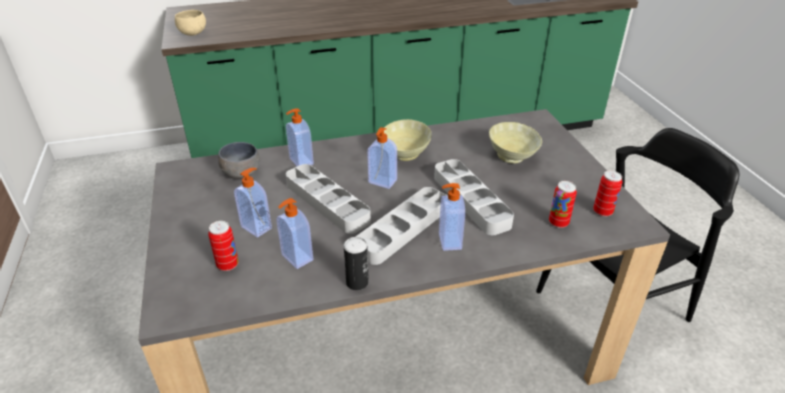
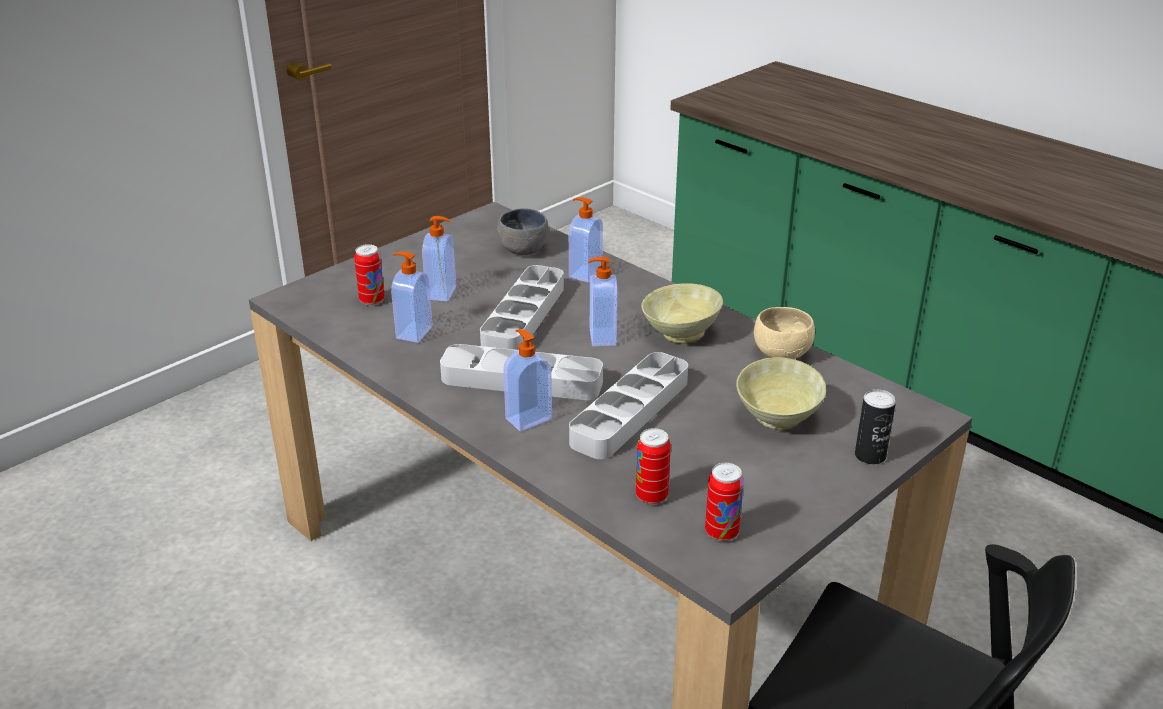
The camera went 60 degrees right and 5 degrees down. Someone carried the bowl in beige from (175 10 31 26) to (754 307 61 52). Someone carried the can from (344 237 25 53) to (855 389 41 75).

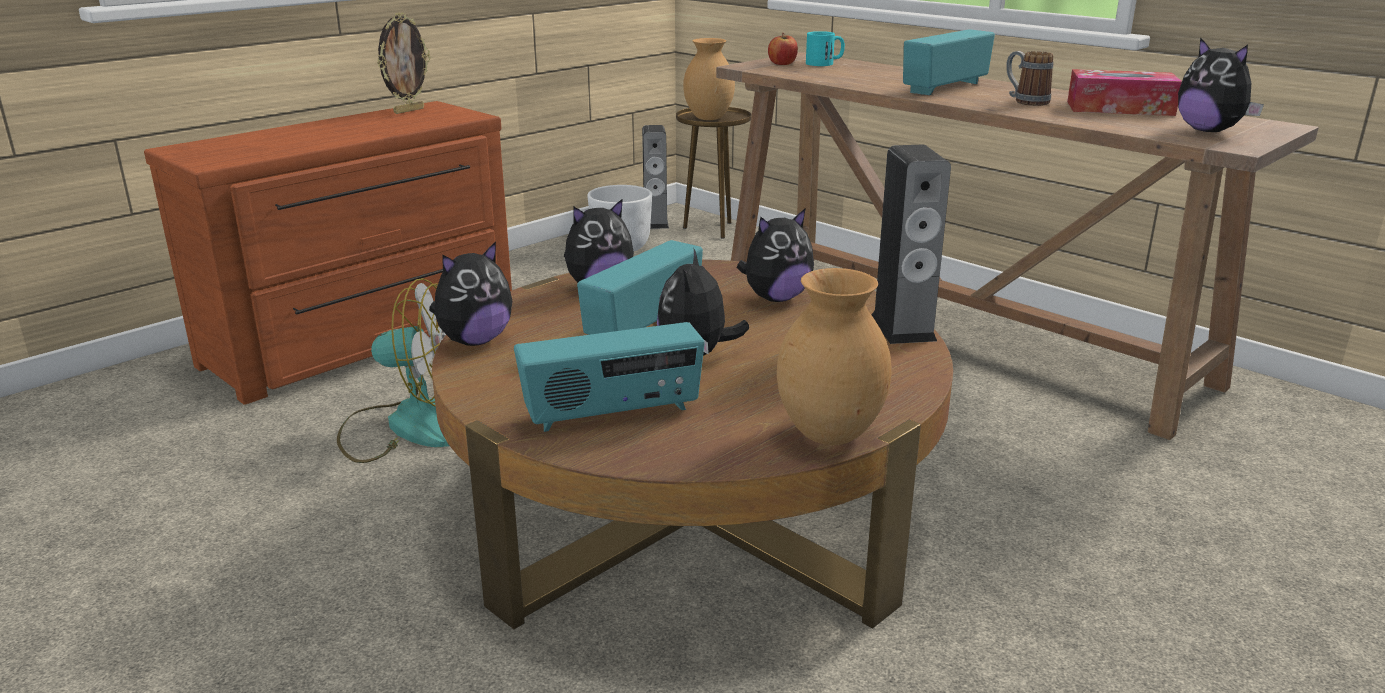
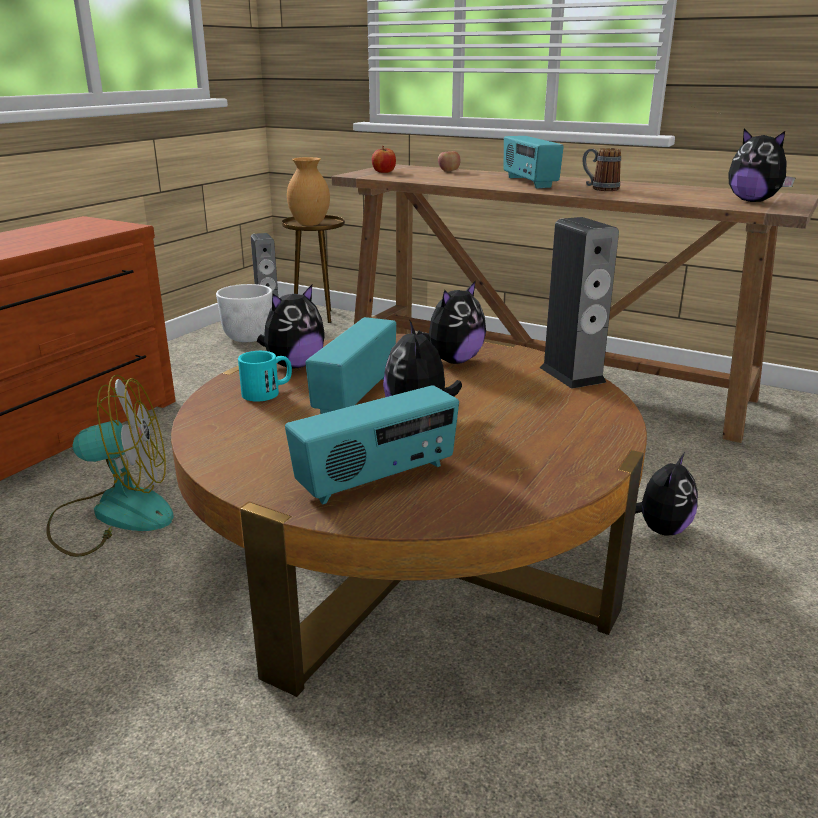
The camera went 15 degrees left and 0 degrees up. Someone took away the picture frame at (377 12 54 102). Someone took away the vase in brown at (777 268 115 177). Someone took away the tissue box at (1067 69 115 47). Someone put down the apple at (438 151 23 21). Someone carried the plush toy from (429 241 83 105) to (635 453 63 83). Someone carried the mug in turquoise from (806 31 39 35) to (238 351 54 51). Someone rotated the radio at (903 29 92 66) by 45 degrees counterclockwise.

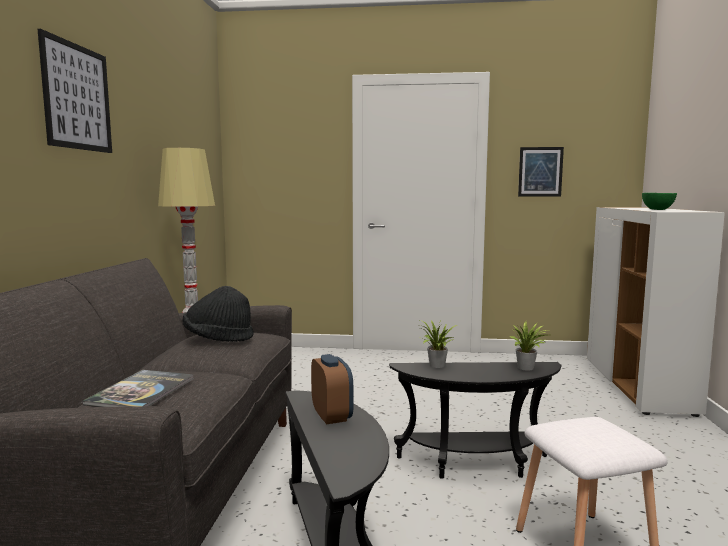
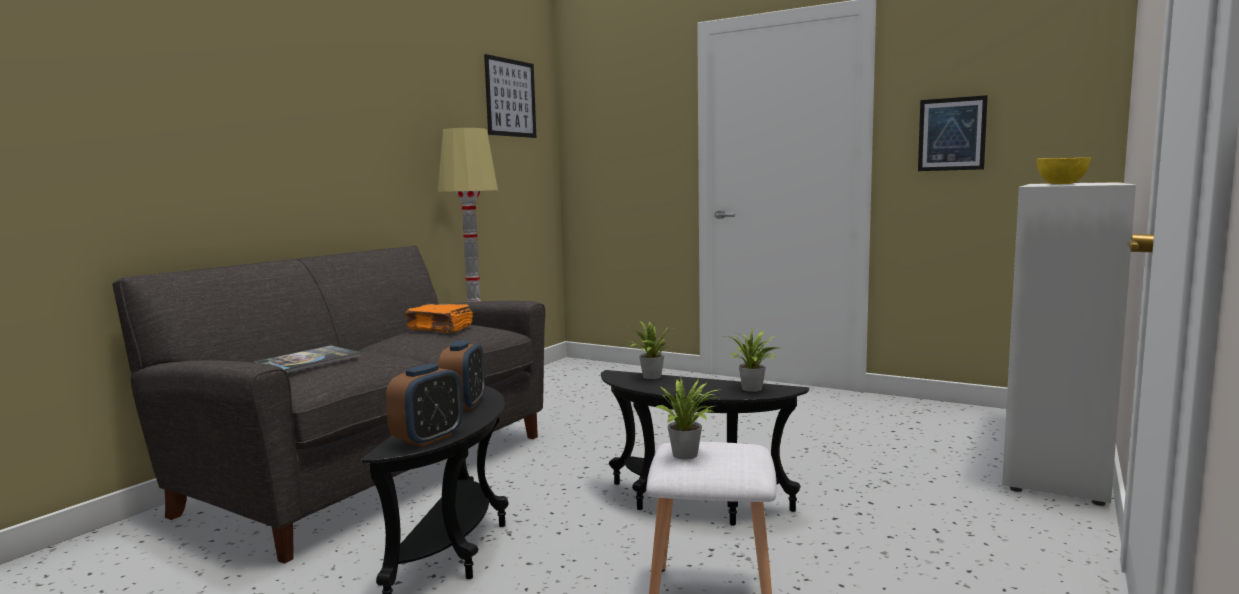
The camera went 25 degrees right and 0 degrees up. Someone put down the alarm clock at (386 363 77 84). Someone put down the potted plant at (656 378 66 81). Someone carried the picture from (38 29 74 124) to (484 54 52 84). Someone swapped the hat in black at (183 286 71 56) for the book in orange at (404 304 69 29). Someone repainted the bowl in green at (642 193 35 17), which became the bowl in yellow at (1036 157 55 27).

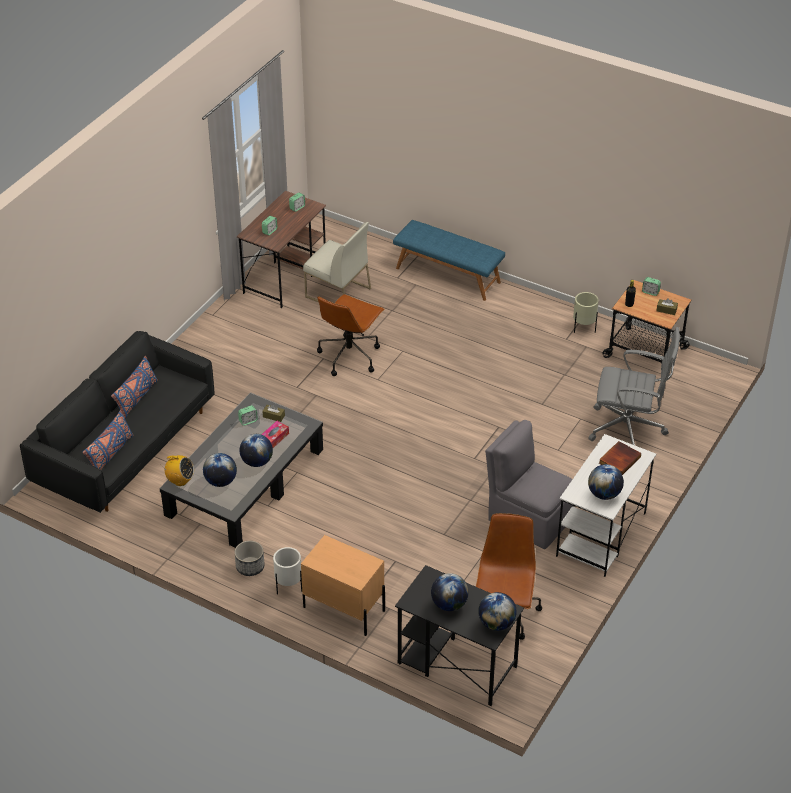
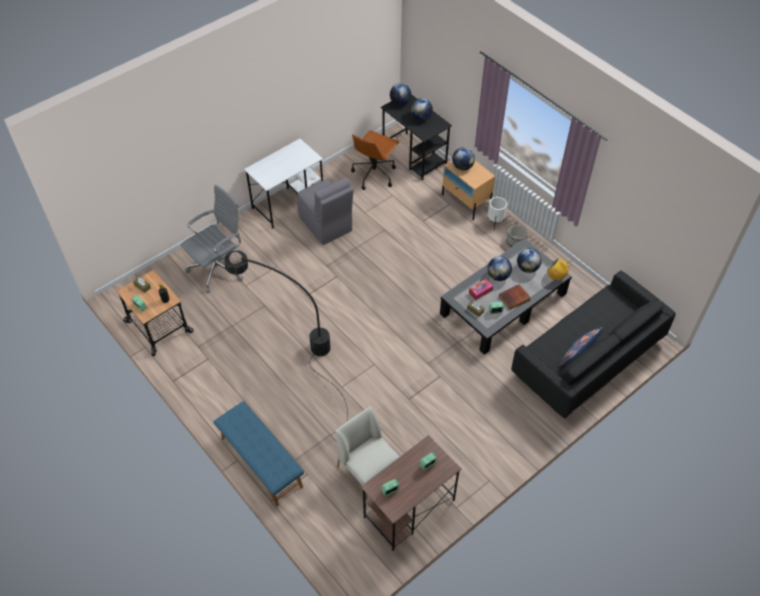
The camera went 160 degrees left and 10 degrees up. Someone took away the pillow in blue at (82 410 51 60). Someone took away the office chair in brown at (317 294 68 82). Someone took away the planter in beige at (573 292 26 41). Someone put down the floor lamp in black at (224 250 124 172). Someone carried the globe from (588 464 36 36) to (452 147 23 23). Someone carried the book from (599 441 42 34) to (499 284 32 26). Someone rotated the office chair in grey at (588 327 92 118) by 105 degrees clockwise.

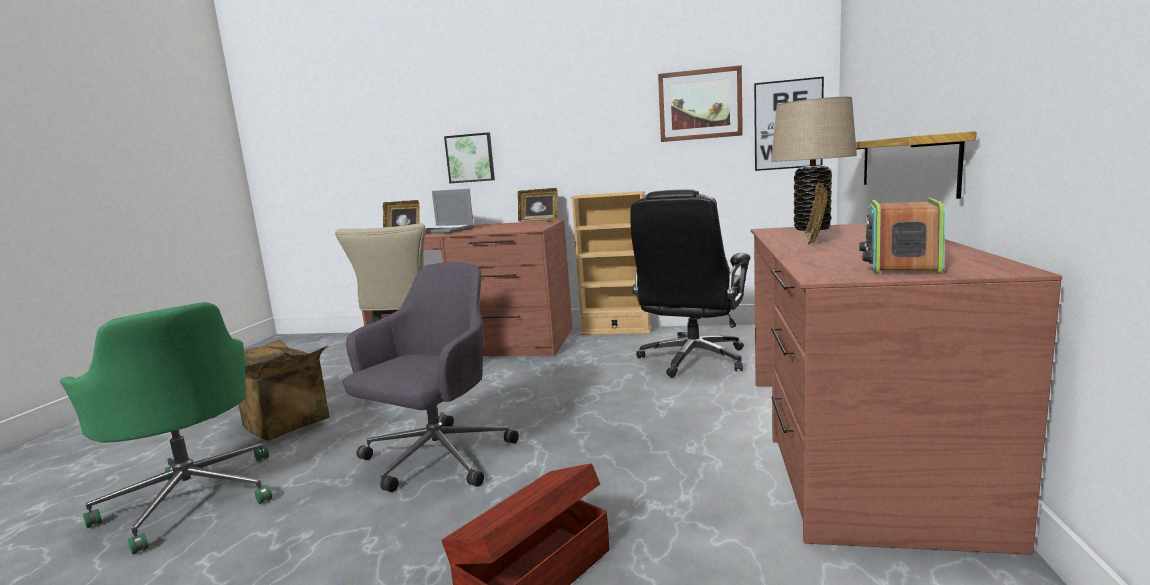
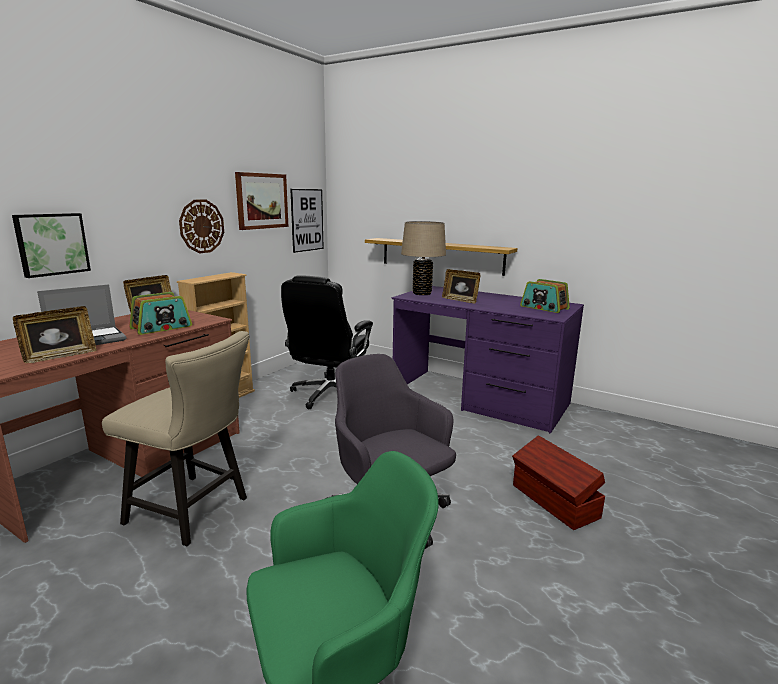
The camera went 70 degrees left and 5 degrees up. Someone took away the cardboard box at (238 340 92 101). Someone put down the radio at (129 292 63 43). Someone put up the wall clock at (179 200 45 54). Someone repainted the desk in brown at (751 223 311 332), which became the desk in purple at (392 286 192 148). Someone rotated the office chair in black at (630 189 121 189) by 60 degrees clockwise.

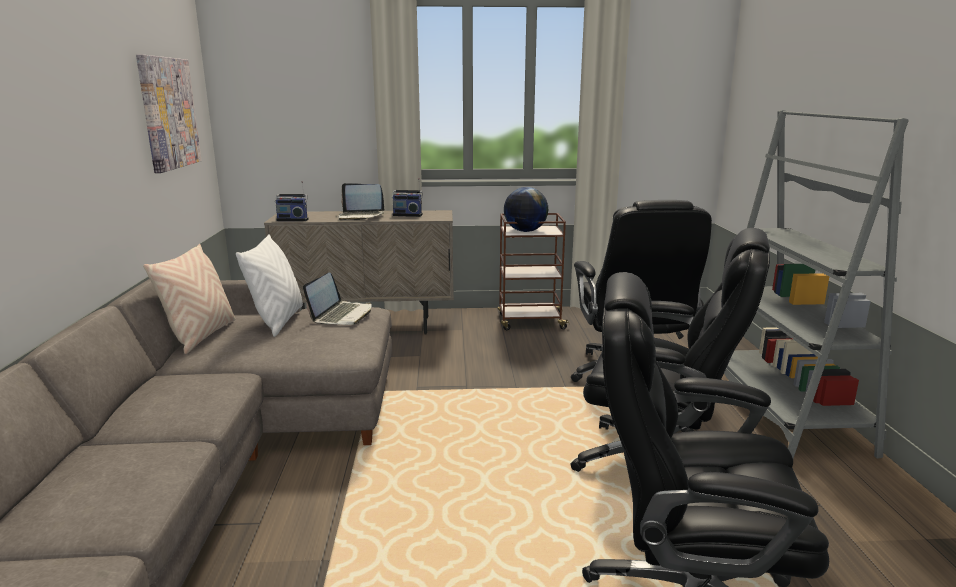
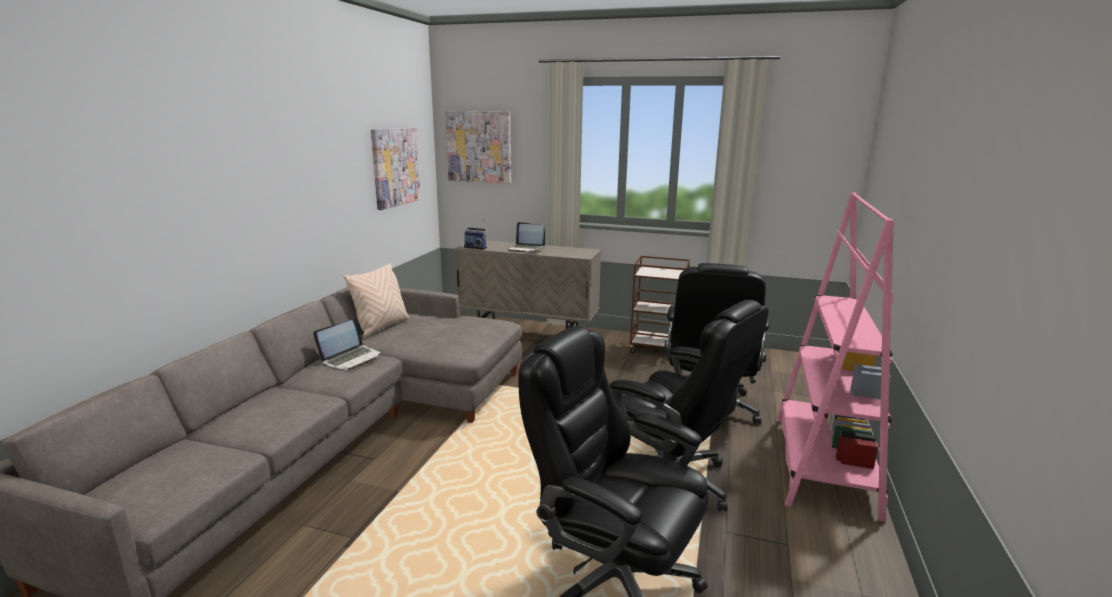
The camera went 20 degrees right and 0 degrees up. Someone took away the pillow in white at (236 234 67 103). Someone took away the radio at (392 178 31 39). Someone took away the globe at (504 187 44 45). Someone put up the picture at (445 111 66 72). Someone carried the laptop from (303 273 68 52) to (313 320 69 50). Someone repainted the bookcase in grey at (724 110 185 349), which became the bookcase in pink at (777 192 117 330).

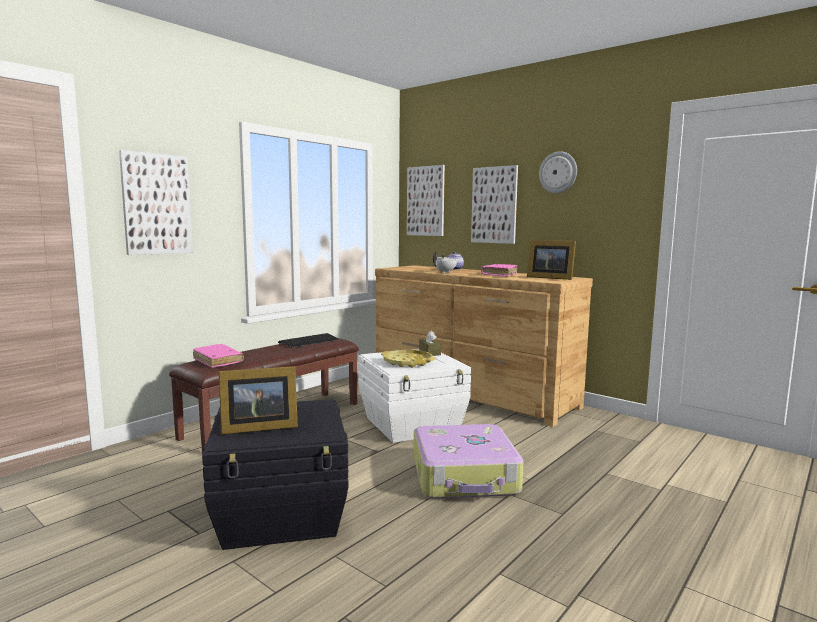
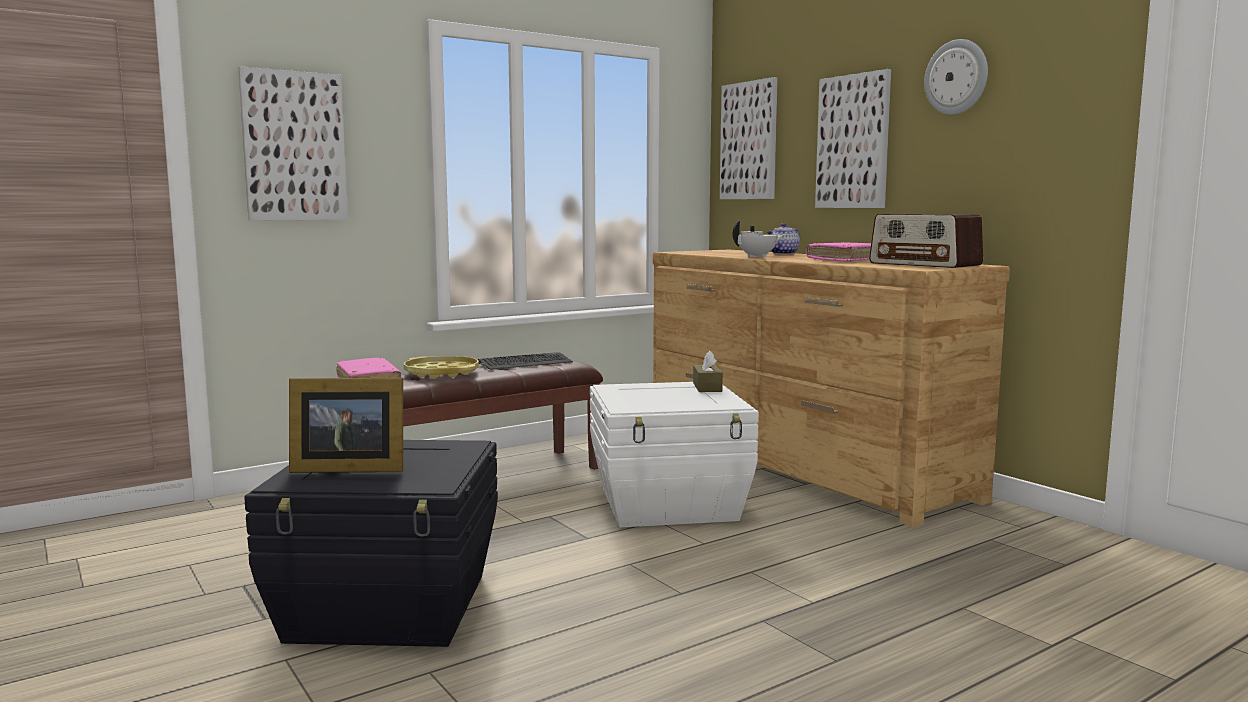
The camera went 15 degrees right and 0 degrees up. Someone took away the suitcase at (413 424 111 75). Someone carried the tray in yellow from (381 350 55 18) to (404 356 75 23). Someone swapped the picture frame at (527 240 49 40) for the radio at (869 214 114 54).

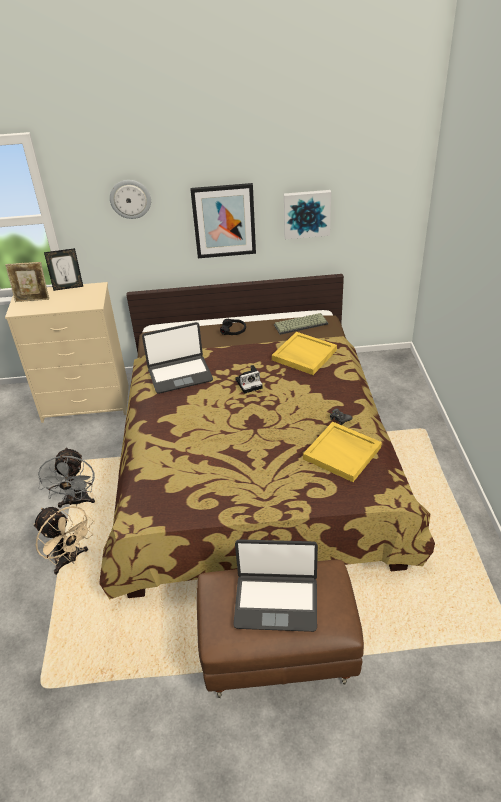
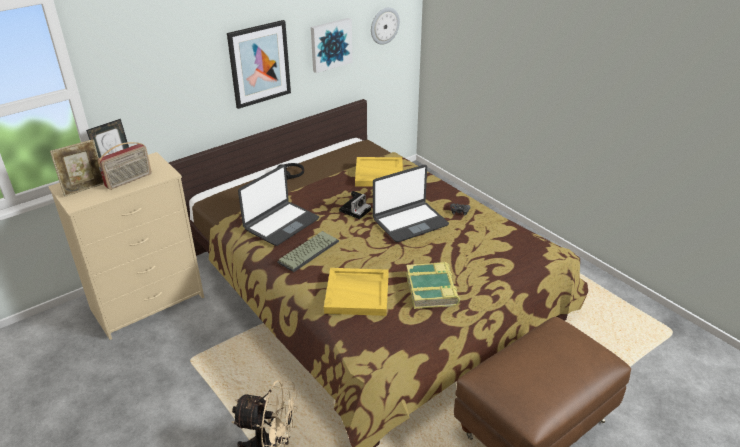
The camera went 35 degrees left and 5 degrees down. Someone took away the fan in grey at (38 447 57 61). Someone put down the radio at (98 142 54 48). Someone put down the book at (406 262 54 47). Someone carried the wall clock from (110 180 41 39) to (371 7 29 38). Someone carried the laptop from (233 539 85 93) to (373 165 76 77). Someone carried the keyboard from (274 313 54 22) to (277 231 62 41). Someone carried the tray in yellow from (303 422 79 60) to (324 268 65 48).

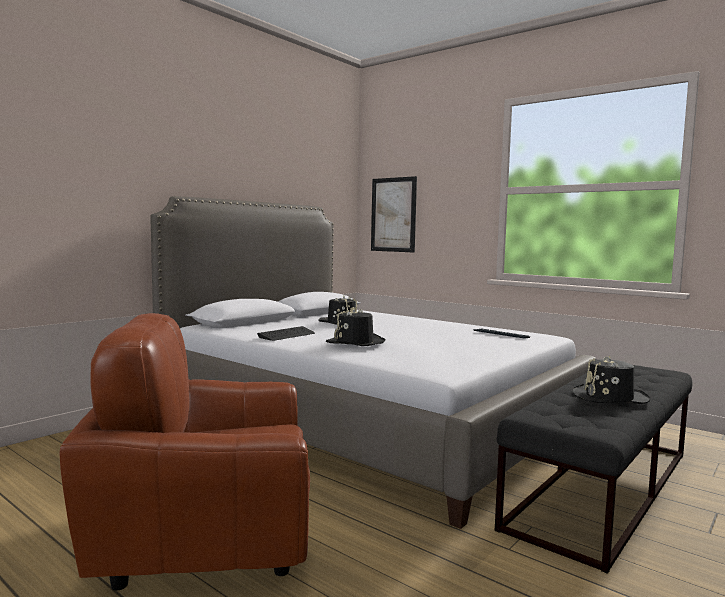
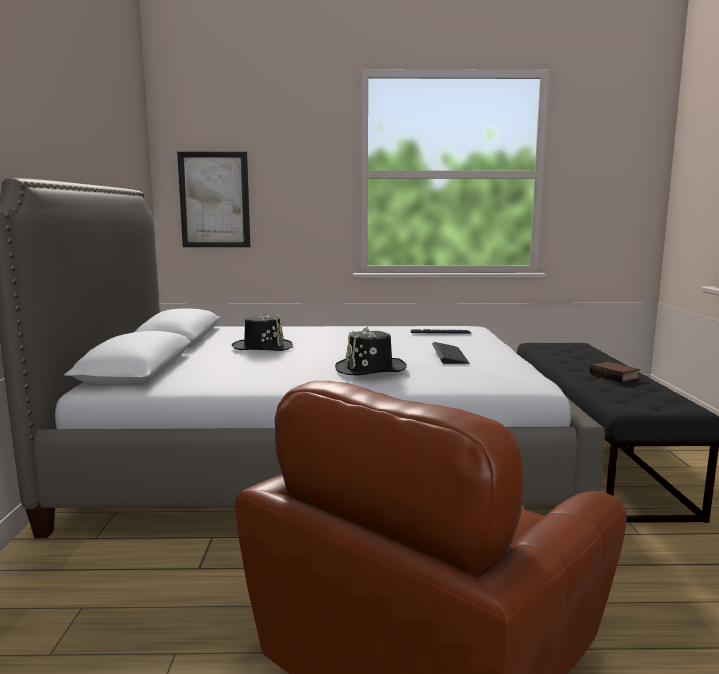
The camera went 40 degrees left and 5 degrees up. Someone carried the keyboard from (257 326 58 15) to (432 342 38 22). Someone swapped the hat in black at (573 355 77 49) for the book at (590 361 50 21).

